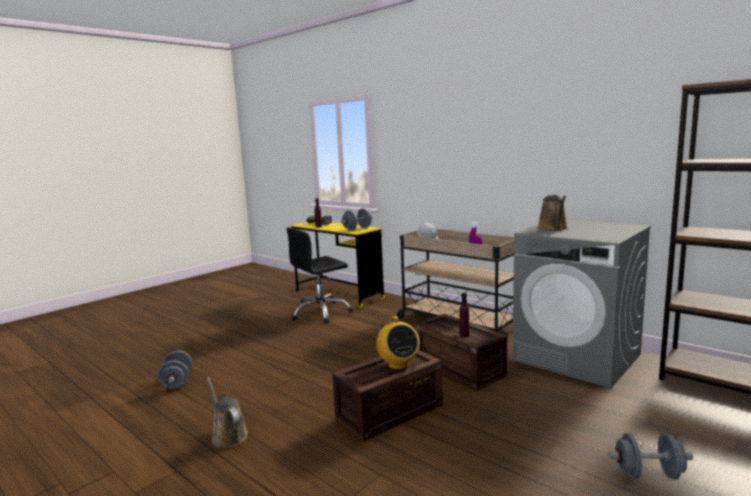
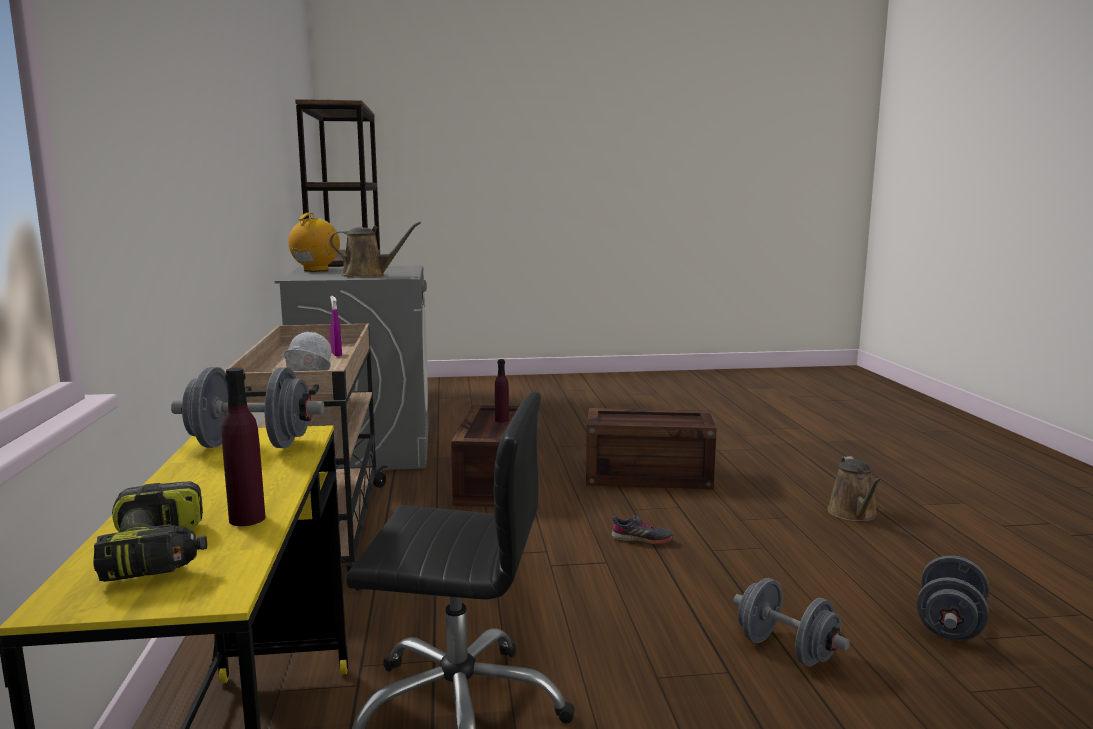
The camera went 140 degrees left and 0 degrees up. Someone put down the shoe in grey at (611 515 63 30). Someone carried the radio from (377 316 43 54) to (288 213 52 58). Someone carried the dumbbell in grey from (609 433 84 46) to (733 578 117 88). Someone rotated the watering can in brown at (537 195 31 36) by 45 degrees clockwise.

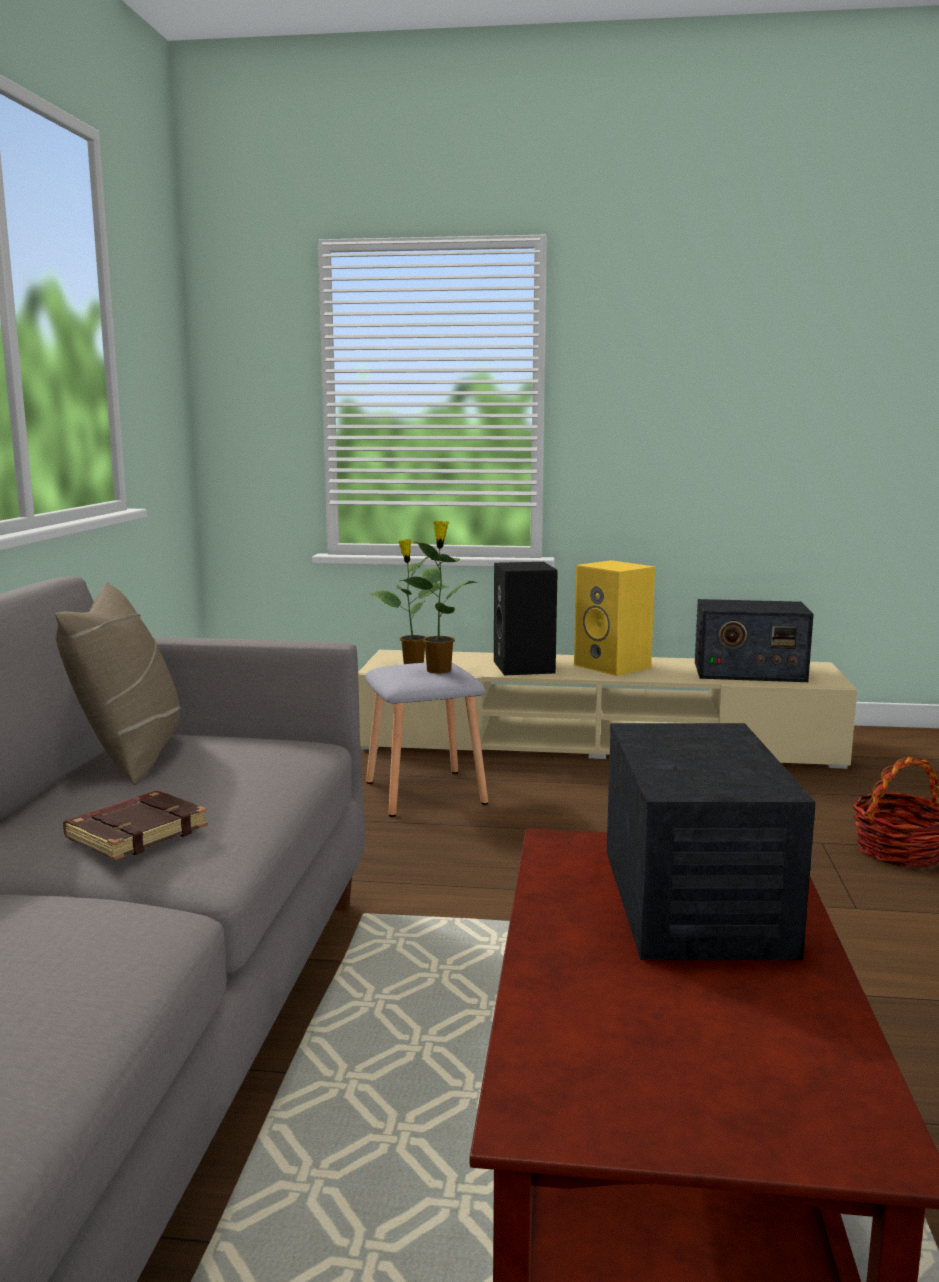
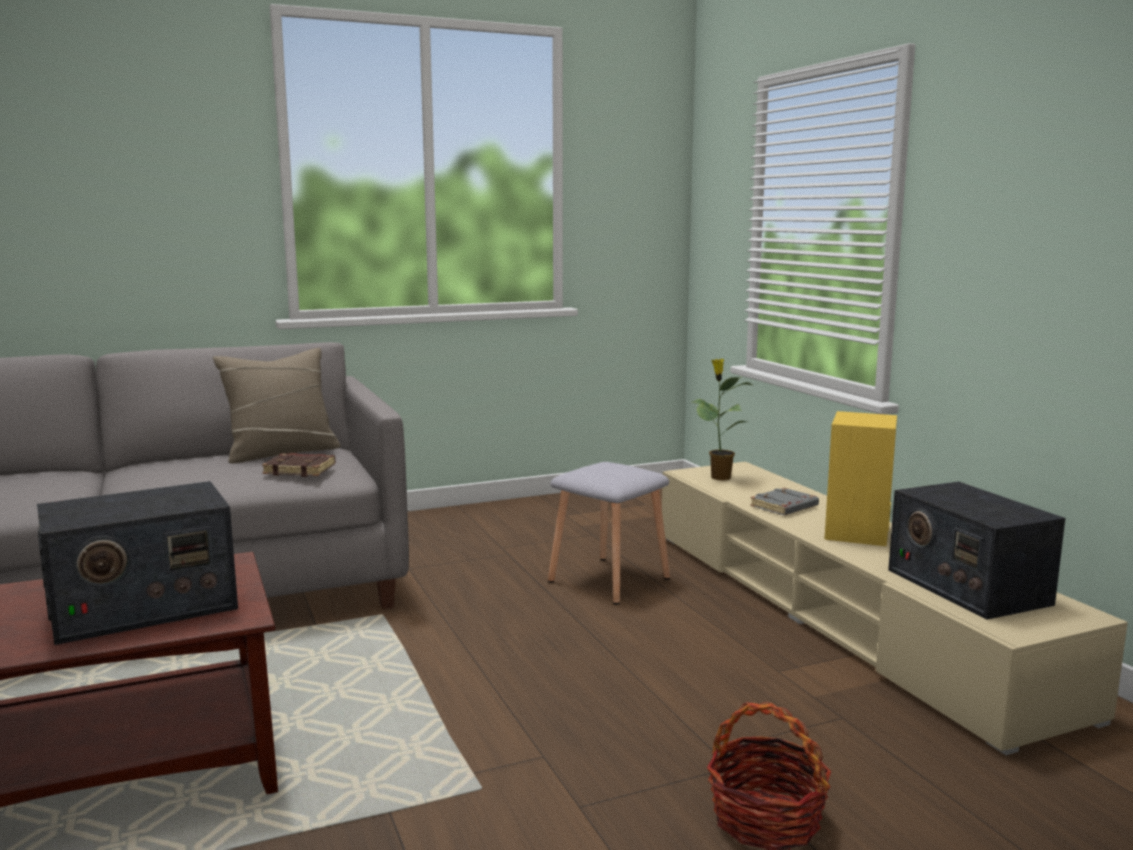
The camera went 60 degrees right and 0 degrees up. Someone took away the potted plant at (400 521 78 153). Someone carried the book in brown from (63 791 145 69) to (262 453 73 24). Someone swapped the speaker in black at (494 562 64 114) for the book in grey at (750 488 69 27).

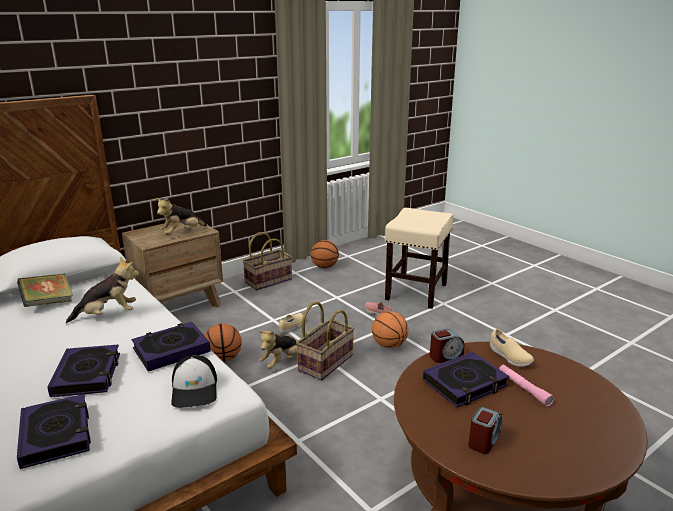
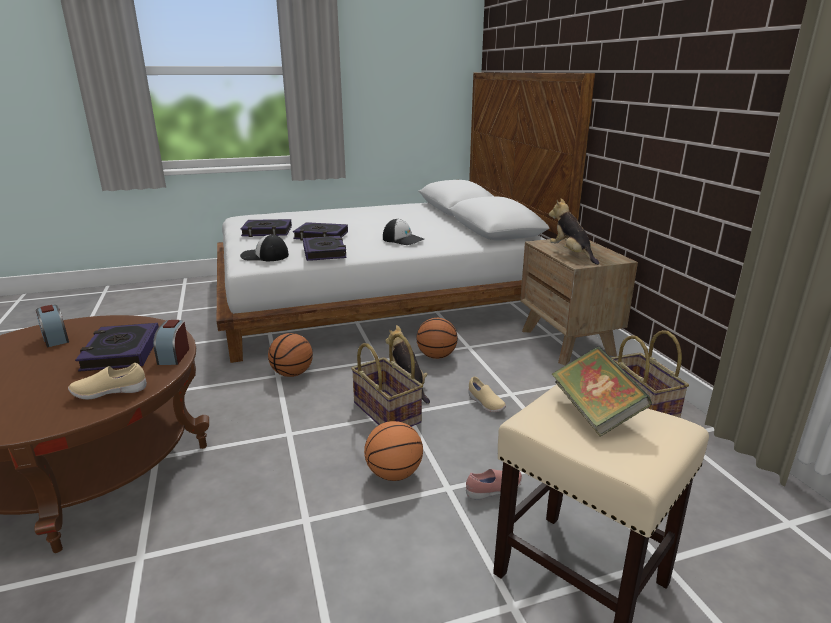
The camera went 110 degrees right and 0 degrees up. Someone took away the flashlight in pink at (499 364 55 43). Someone carried the book from (17 274 56 33) to (551 347 101 90). Someone carried the basketball from (311 240 28 28) to (268 333 45 44). Someone swapped the plush toy at (66 257 73 66) for the cap at (383 219 41 26).

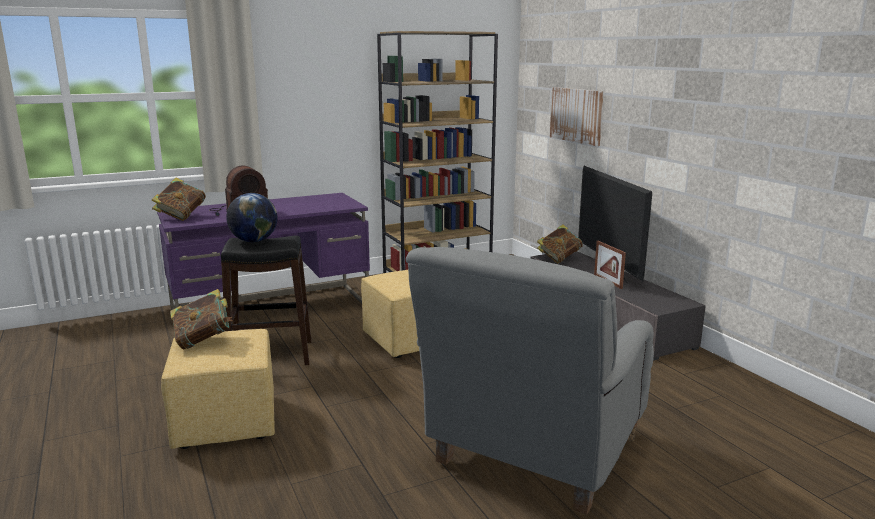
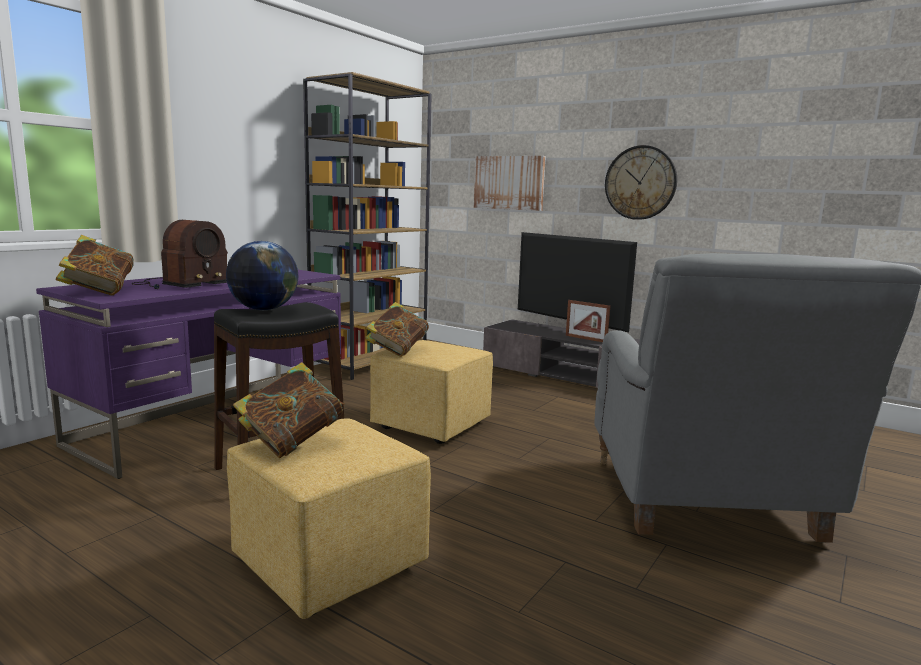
The camera went 30 degrees left and 5 degrees down. Someone put up the wall clock at (605 145 72 75). Someone carried the book from (537 224 46 39) to (365 302 64 55).

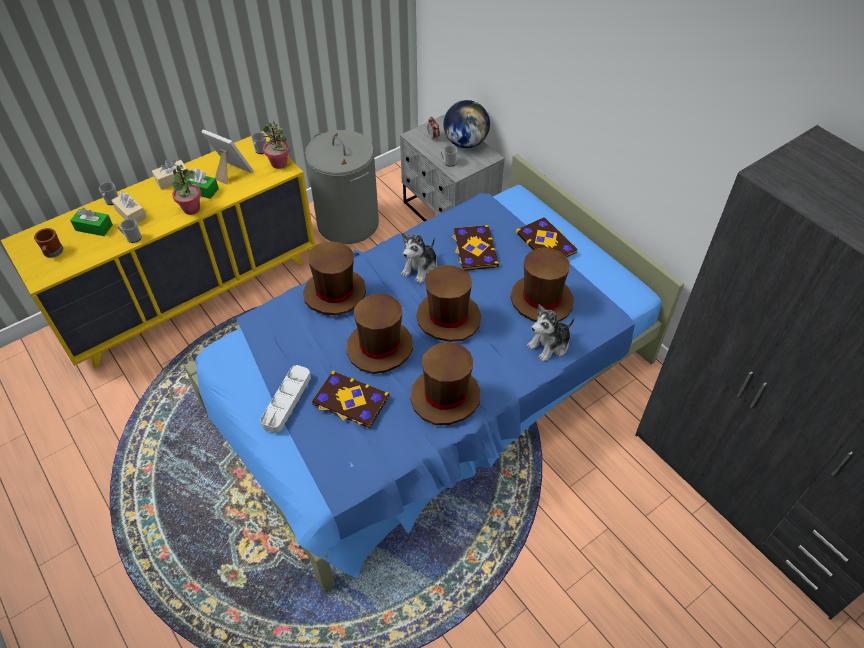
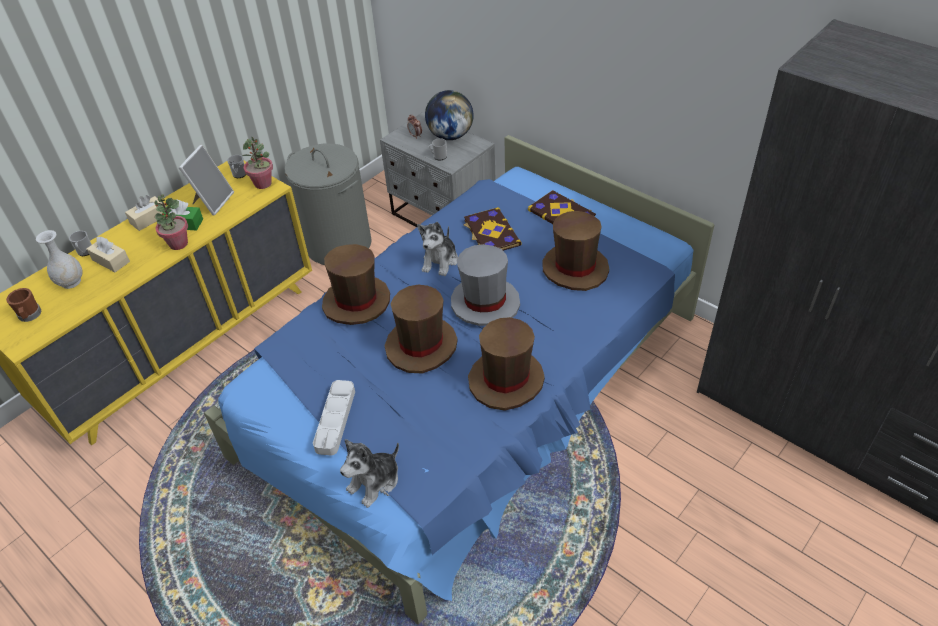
The camera went 10 degrees left and 5 degrees down. Someone took away the mug at (118 219 23 24). Someone took away the book at (312 371 77 57). Someone carried the plush toy from (527 304 48 58) to (340 439 59 69). Someone swapped the tissue box in green at (70 208 43 28) for the vase in white at (36 230 46 59). Someone repainted the hat in brown at (416 265 65 77), which became the hat in grey at (451 244 69 82). Someone rotated the picture frame at (202 130 51 55) by 90 degrees clockwise.

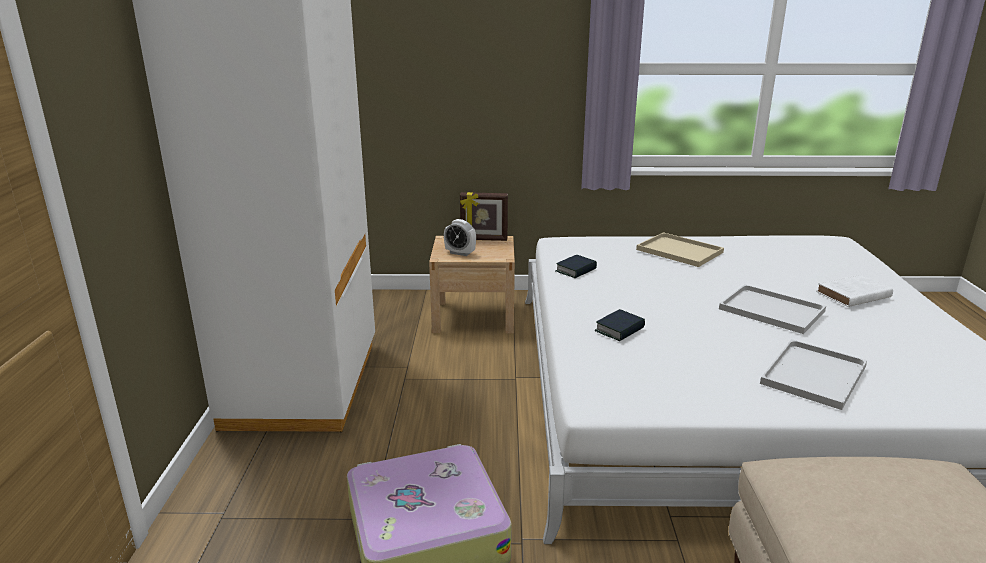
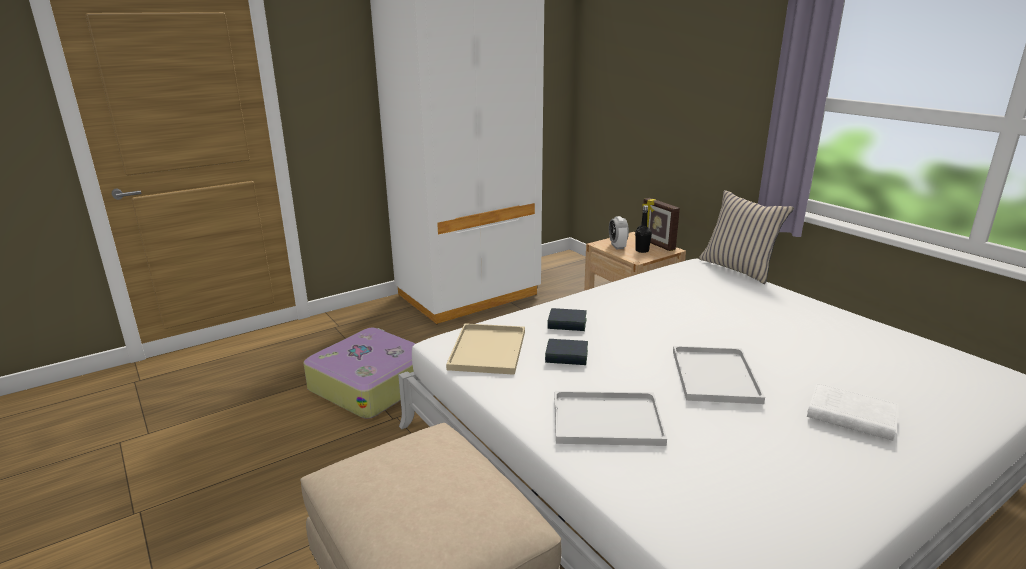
The camera went 55 degrees right and 0 degrees up. Someone put down the bottle in black at (635 205 17 48). Someone put down the pillow in beige at (699 190 95 94). Someone carried the book from (555 255 42 23) to (545 339 43 26). Someone carried the tray in beige from (636 232 88 35) to (446 323 79 52).

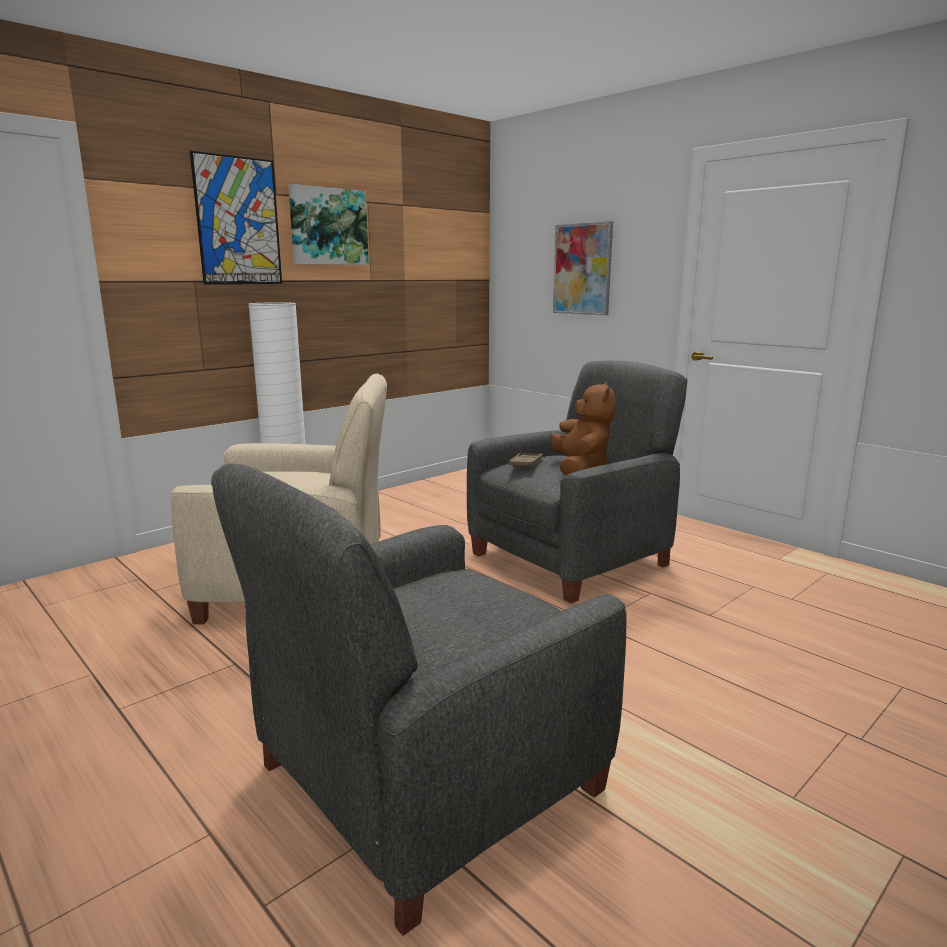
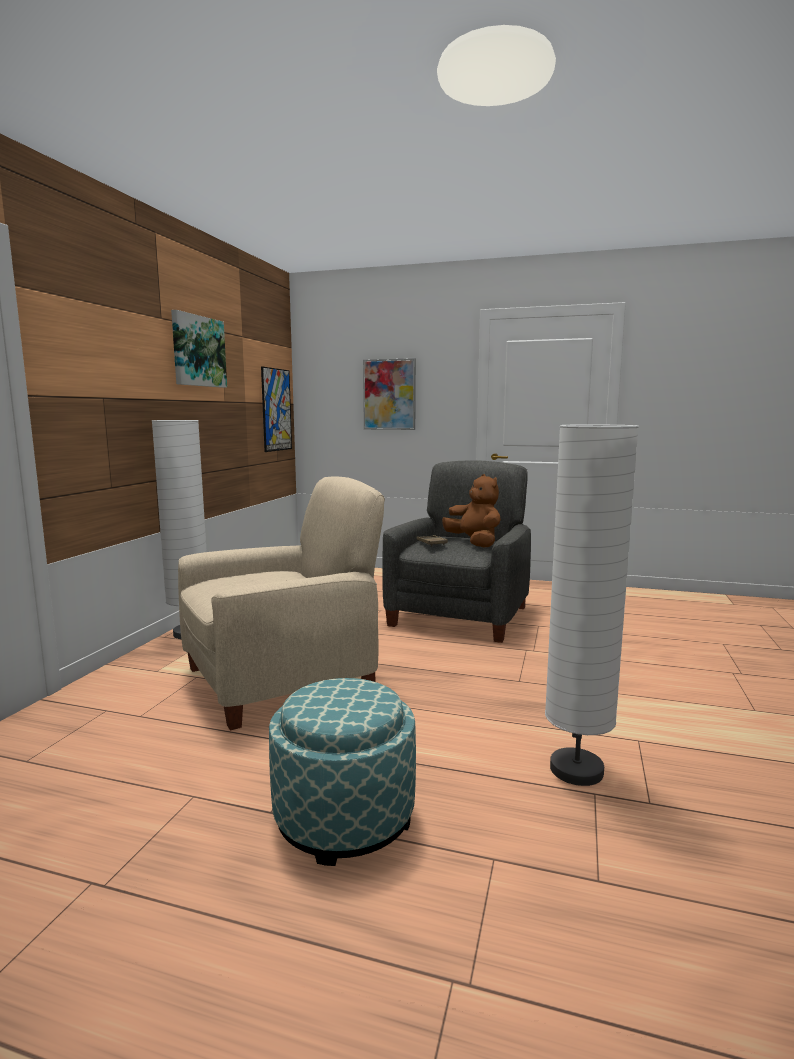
The camera went 30 degrees left and 5 degrees down. Someone put down the ottoman at (269 678 147 188). Someone carried the picture from (190 151 92 133) to (261 366 31 86). Someone swapped the armchair in grey at (211 464 415 472) for the floor lamp in white at (545 425 94 361).

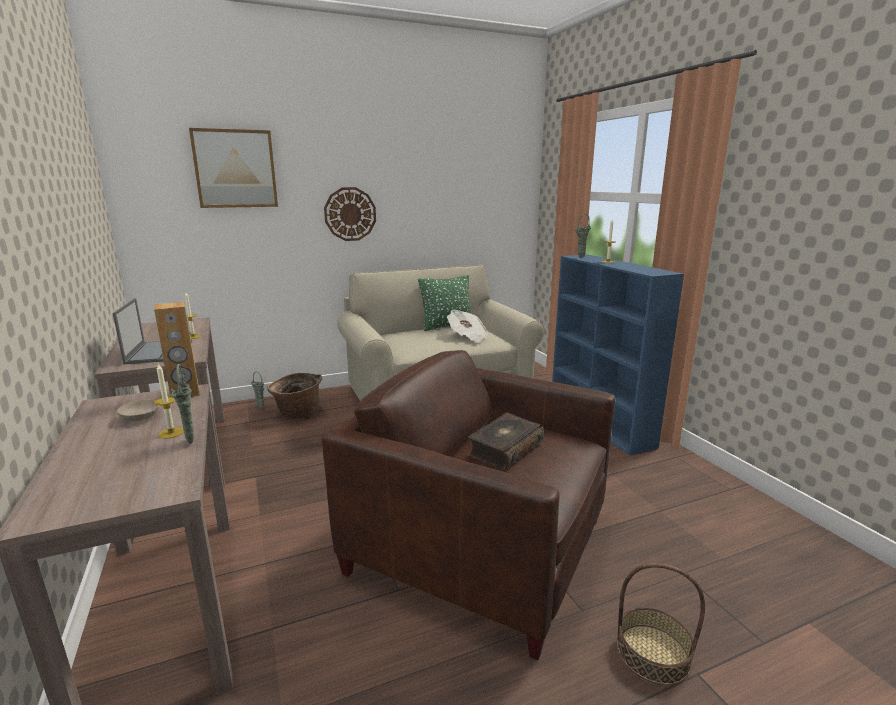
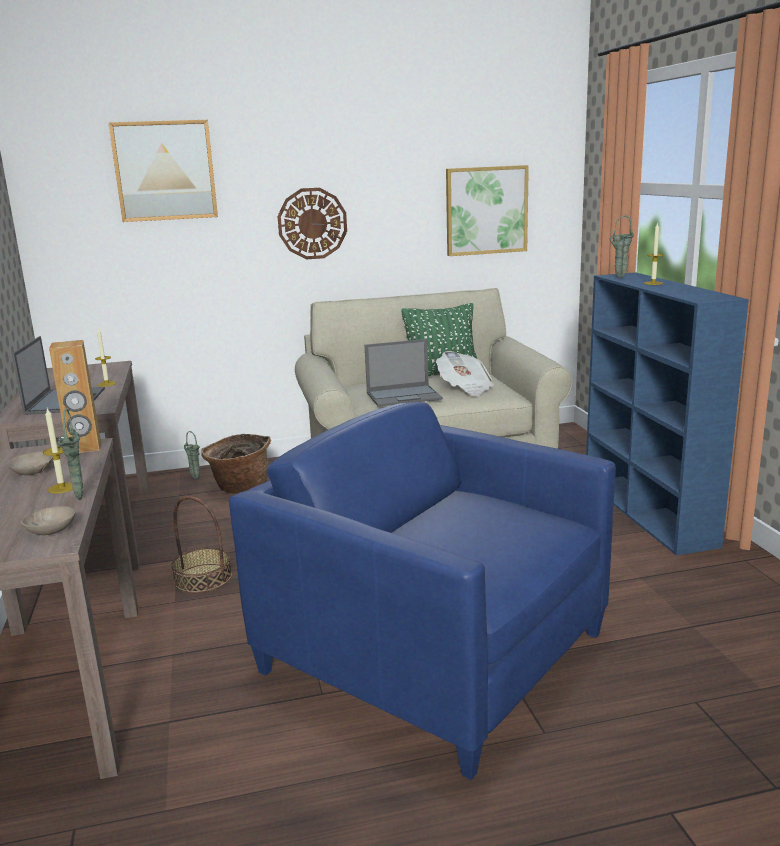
The camera went 10 degrees right and 0 degrees up. Someone took away the book at (467 412 77 58). Someone put down the bowl in beige at (21 506 54 29). Someone put down the laptop at (365 339 78 68). Someone put up the picture at (446 165 83 91). Someone carried the basket from (617 563 88 122) to (171 496 61 97). Someone repainted the armchair in brown at (322 350 293 310), which became the armchair in blue at (229 402 387 378).

